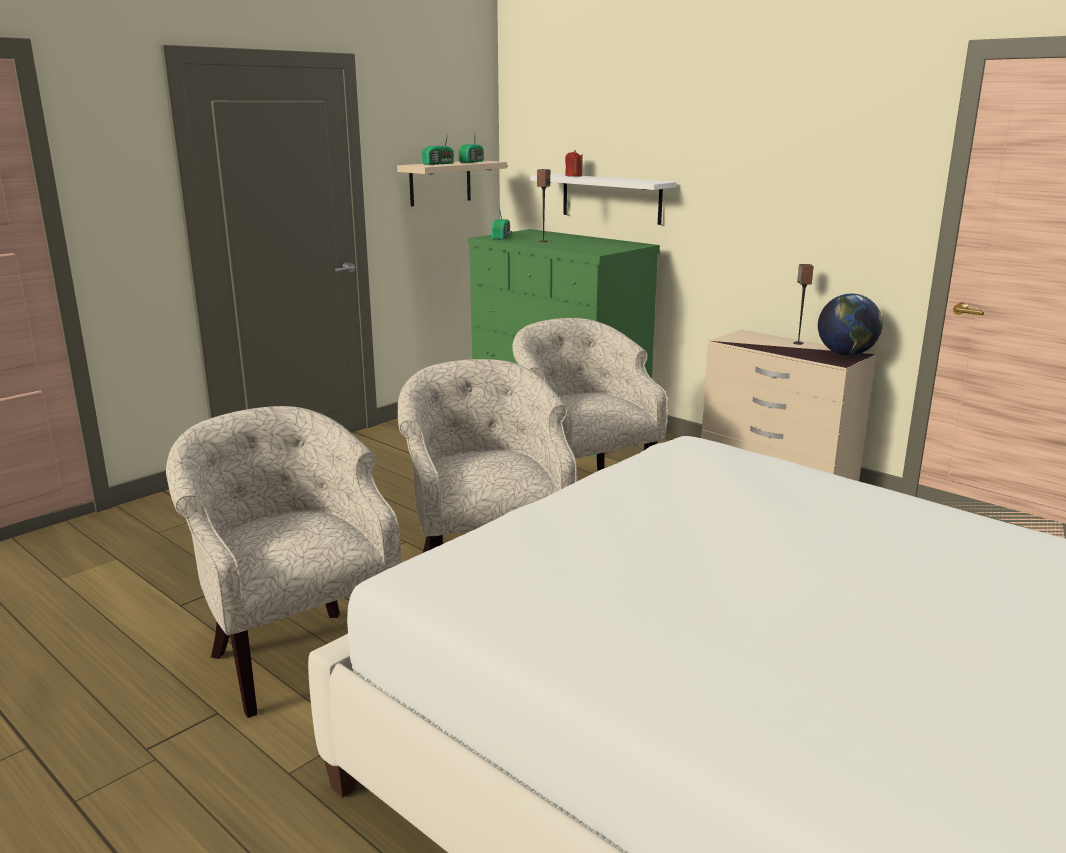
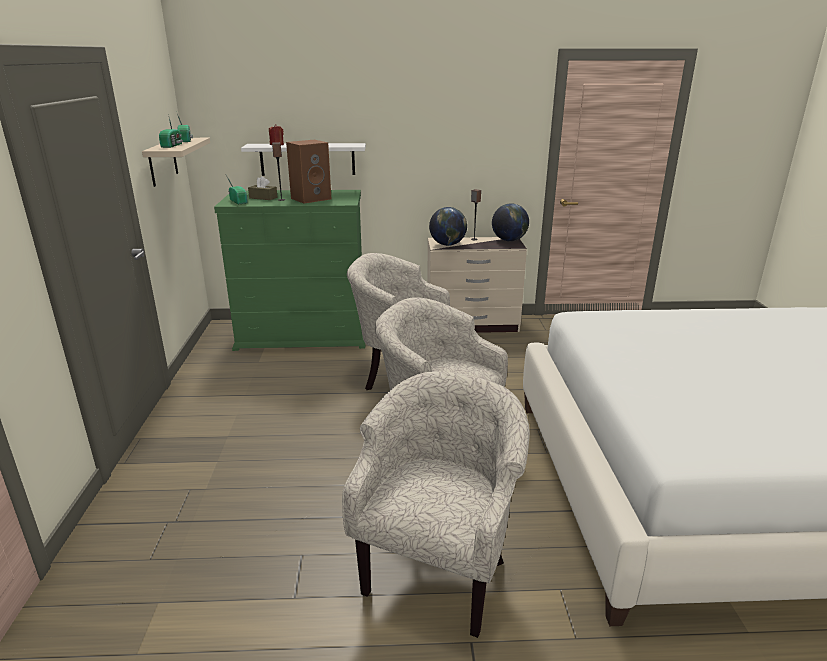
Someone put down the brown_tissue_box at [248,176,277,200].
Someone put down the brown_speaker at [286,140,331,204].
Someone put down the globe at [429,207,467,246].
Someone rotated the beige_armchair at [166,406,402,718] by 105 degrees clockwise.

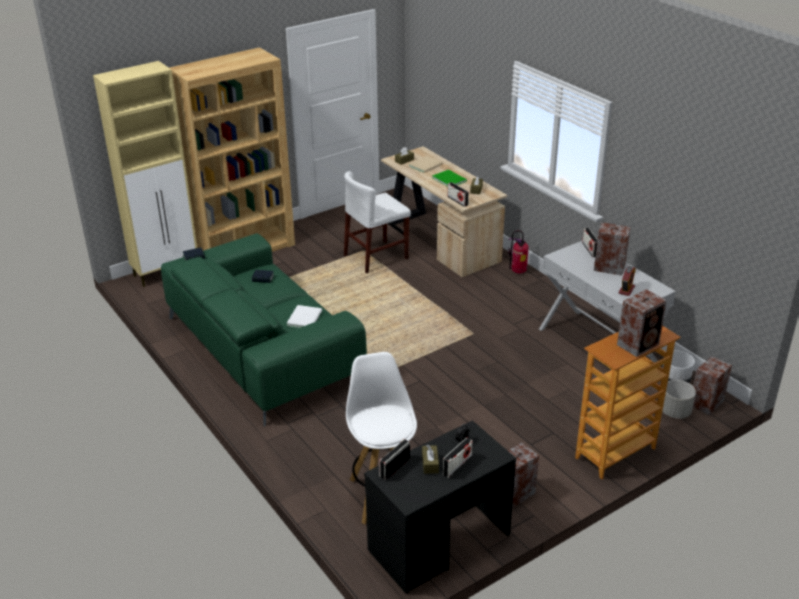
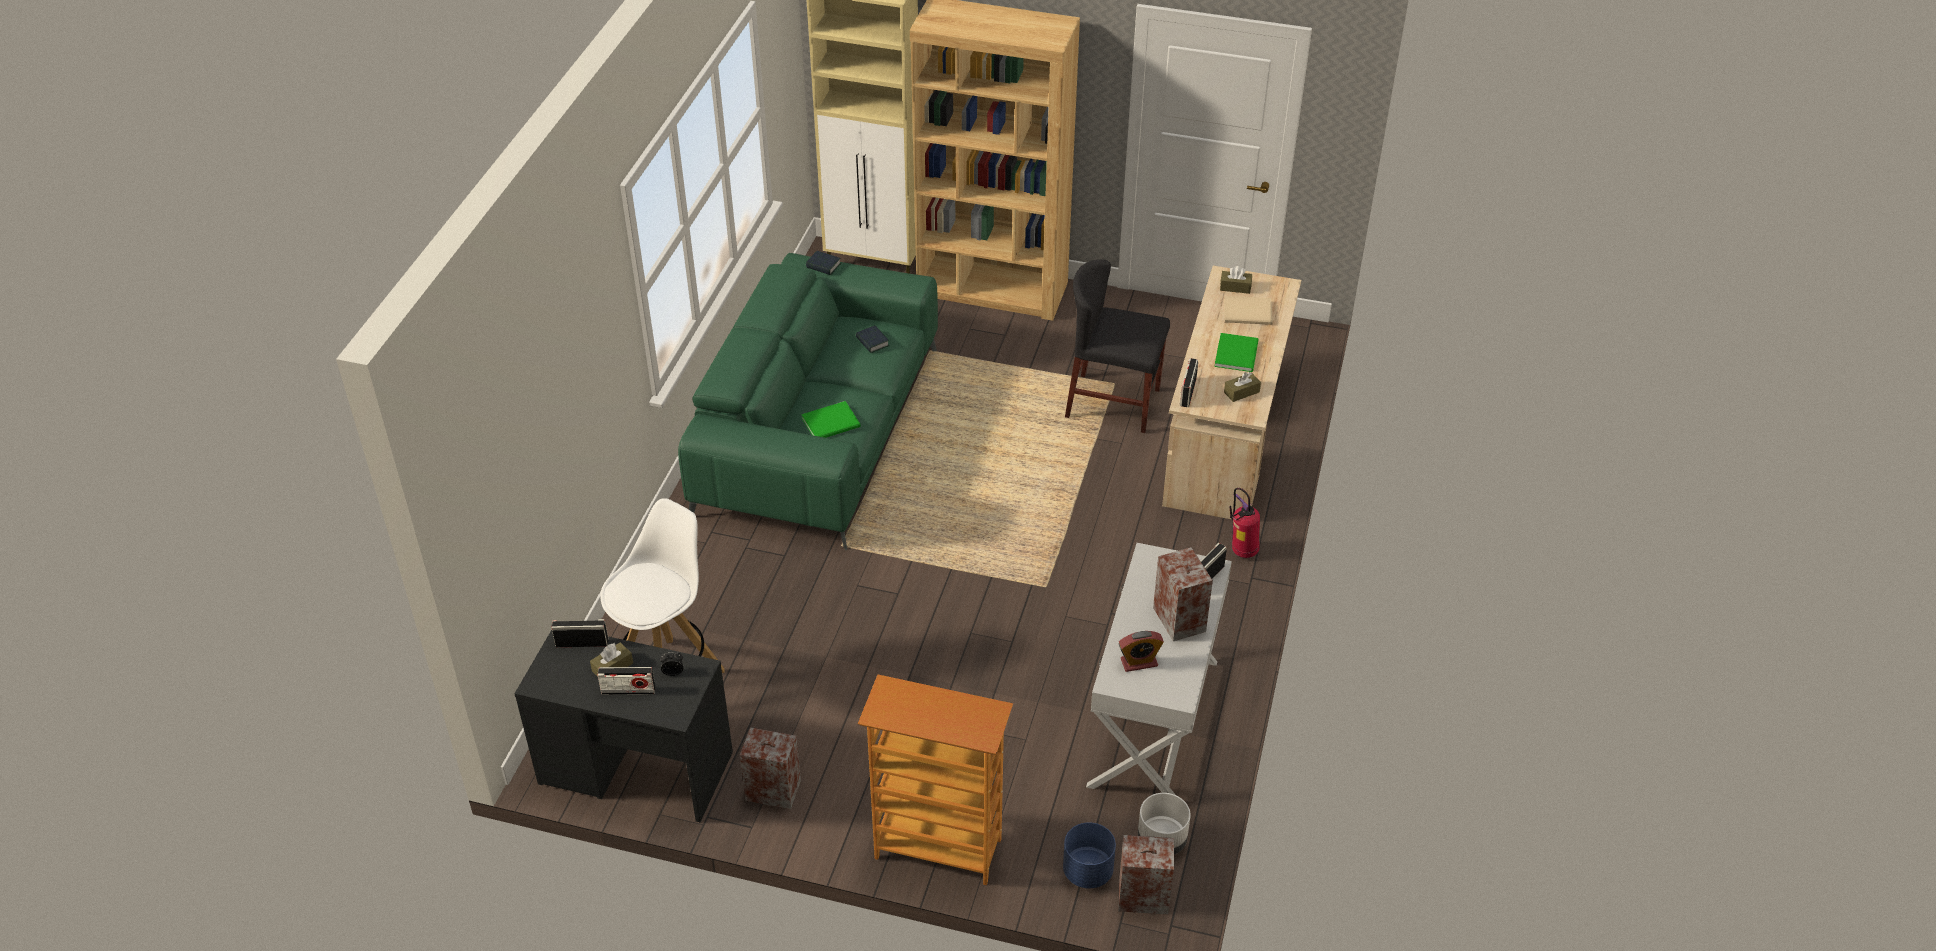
Someone took away the speaker at [617,289,667,357].
Someone repainted the white_book at [287,305,322,328], which became the green_book at [801,401,861,438].
Someone repainted the white_chair at [344,171,411,273], which became the black_chair at [1065,259,1170,433].
Someone repainted the grey_planter at [662,380,696,419], which became the blue_planter at [1063,822,1116,889].

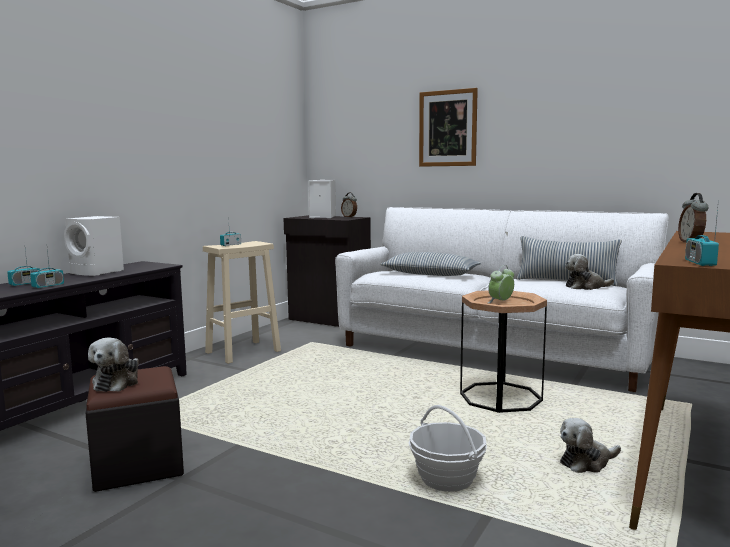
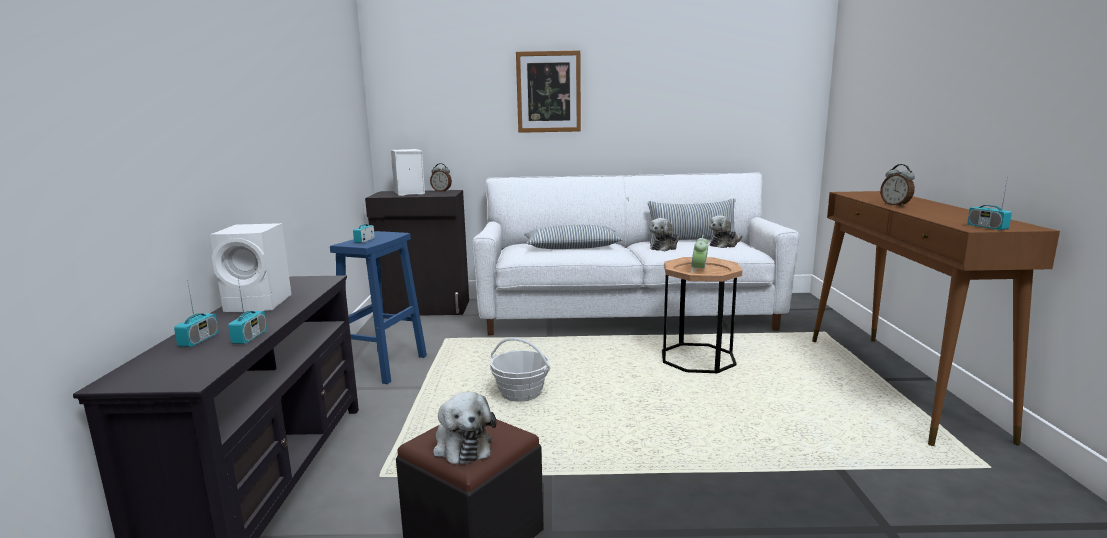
Someone carried the basket from [408,405,487,492] to [490,338,550,402].
Someone carried the plush_toy from [560,418,621,473] to [649,218,679,251].
Someone repainted the beige_stool at [203,241,281,364], which became the blue_stool at [330,231,427,384].

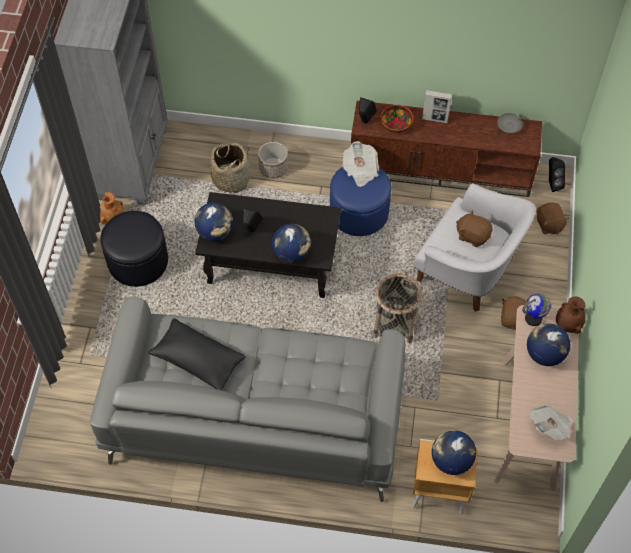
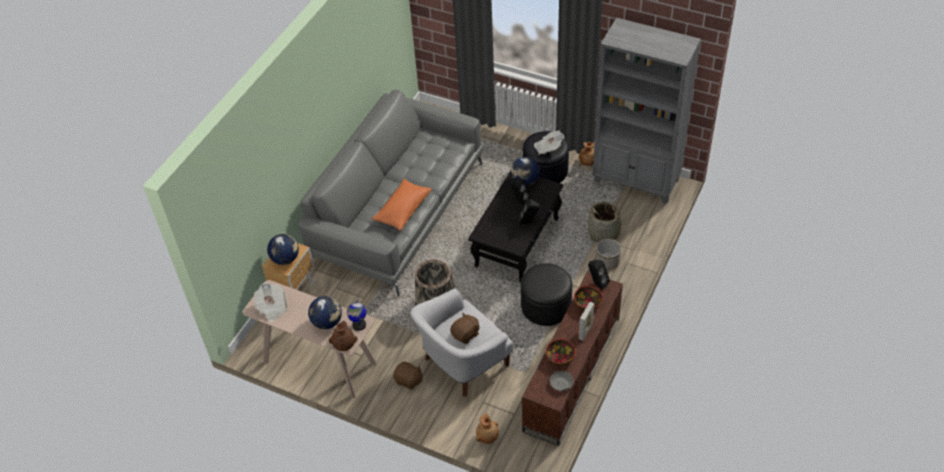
Someone took away the black_pillow at [148,318,246,390].
Someone took away the globe at [272,223,311,263].
Someone put down the orange_pillow at [372,179,432,231].
Someone put down the bowl at [546,339,576,365].
Someone carried the newspaper from [342,141,379,187] to [534,130,564,155].
Someone carried the black_speaker from [549,157,565,192] to [519,199,540,225].
Someone swapped the brown_plush_toy at [537,202,569,234] for the brown_vase at [476,414,499,444].
Someone repainted the blue_ottoman at [330,167,391,236], which became the black_ottoman at [521,263,572,326].

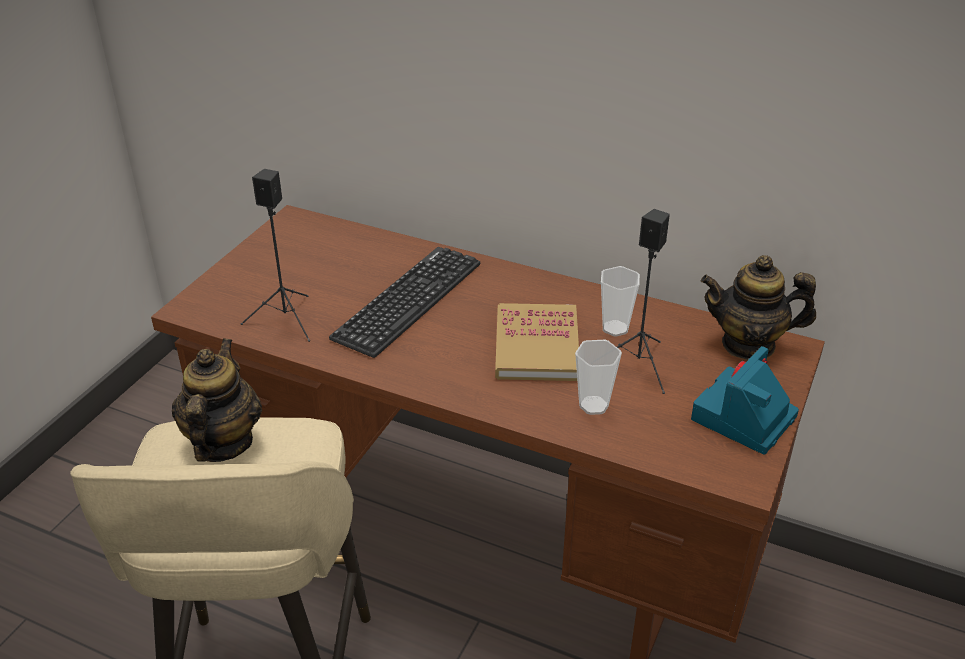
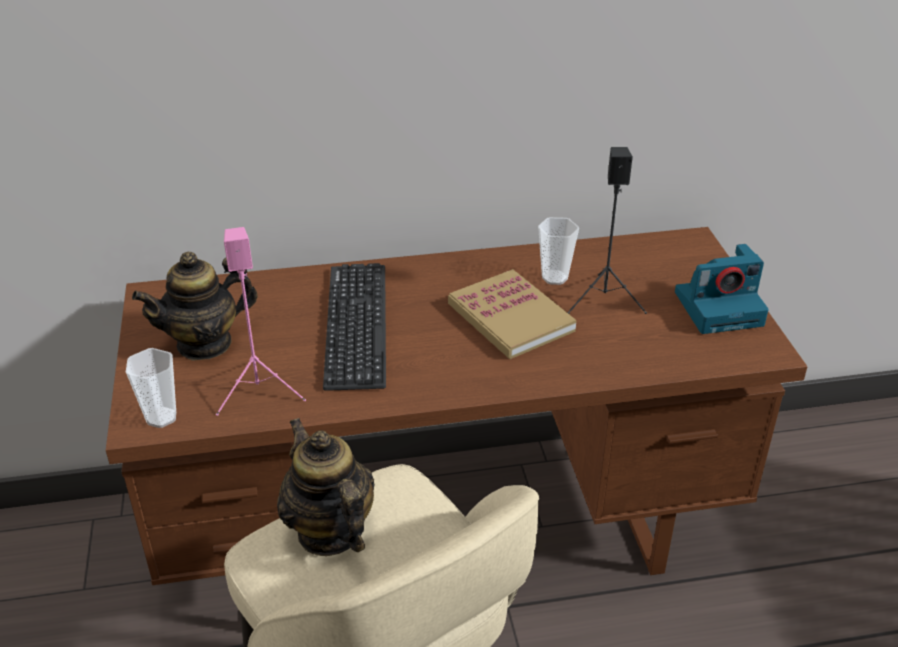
Someone carried the cup from [575,340,622,415] to [126,348,176,428].
Someone carried the teapot from [701,255,816,360] to [132,252,258,360].
Someone repainted the black_speaker at [241,169,310,342], which became the pink_speaker at [216,227,306,416].
Someone rotated the photo_camera at [691,346,799,454] by 105 degrees counterclockwise.

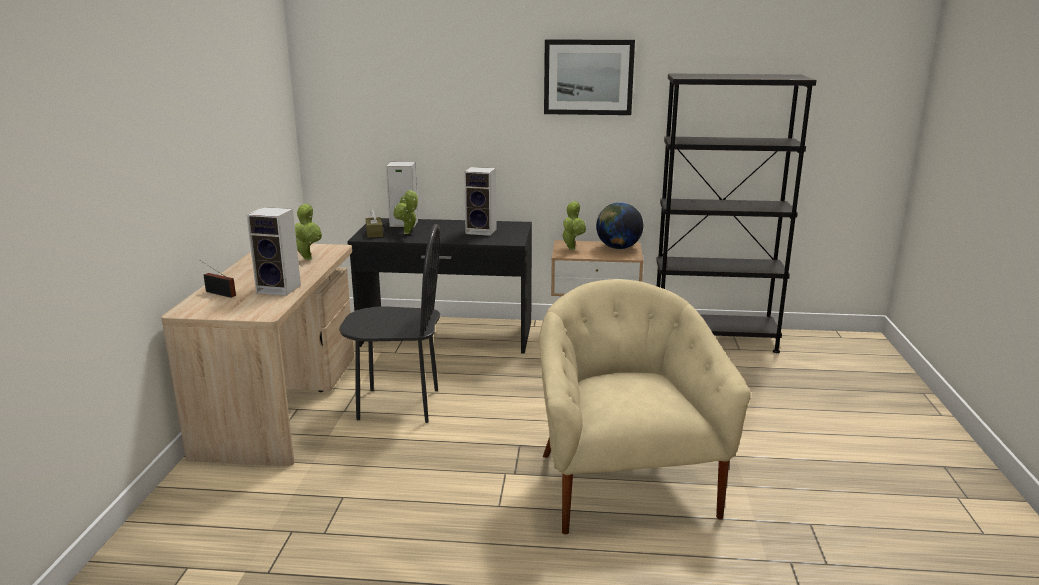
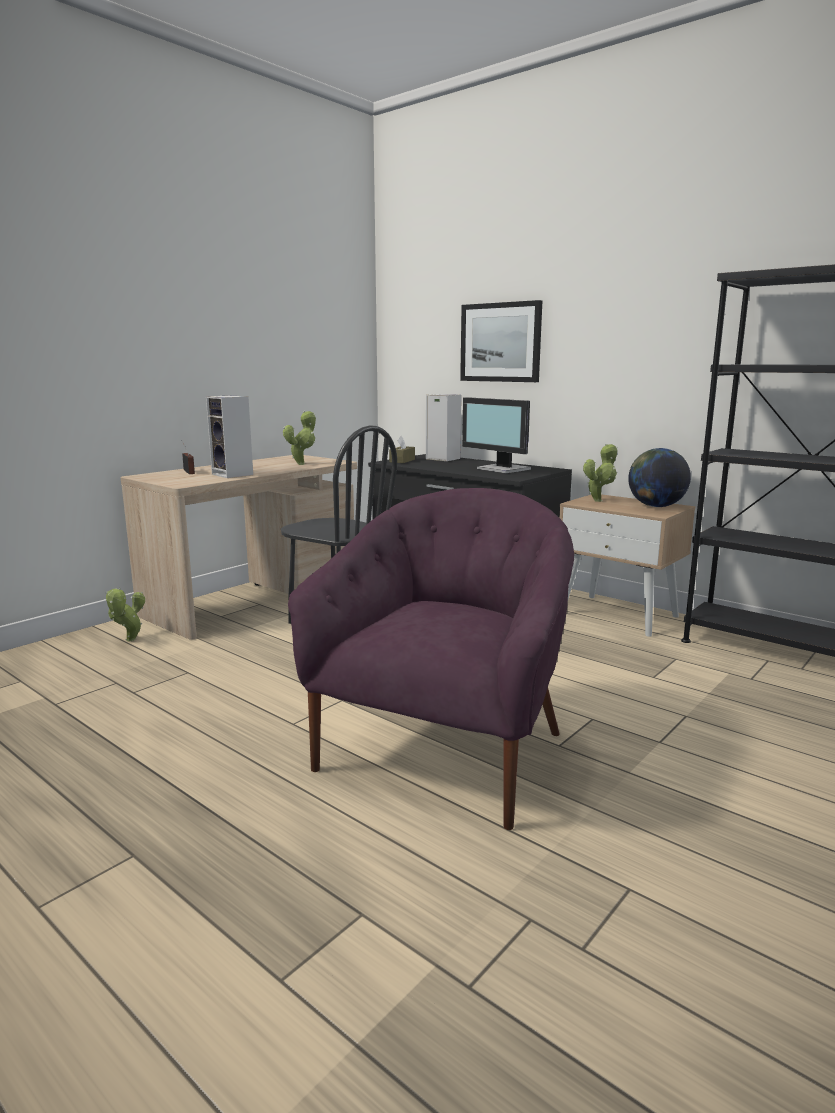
Someone carried the potted_plant from [393,189,418,234] to [106,588,145,642].
Someone carried the picture from [544,39,635,115] to [460,300,542,382].
Someone swapped the speaker at [464,167,497,236] for the monitor at [462,397,531,473].
Someone repainted the beige_armchair at [539,279,750,535], which became the purple_armchair at [288,488,574,830].

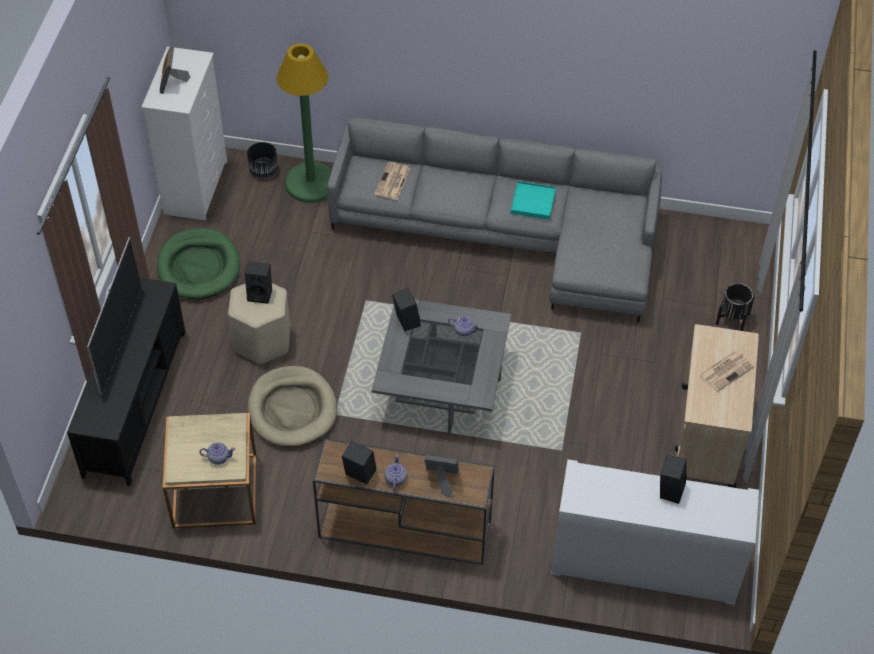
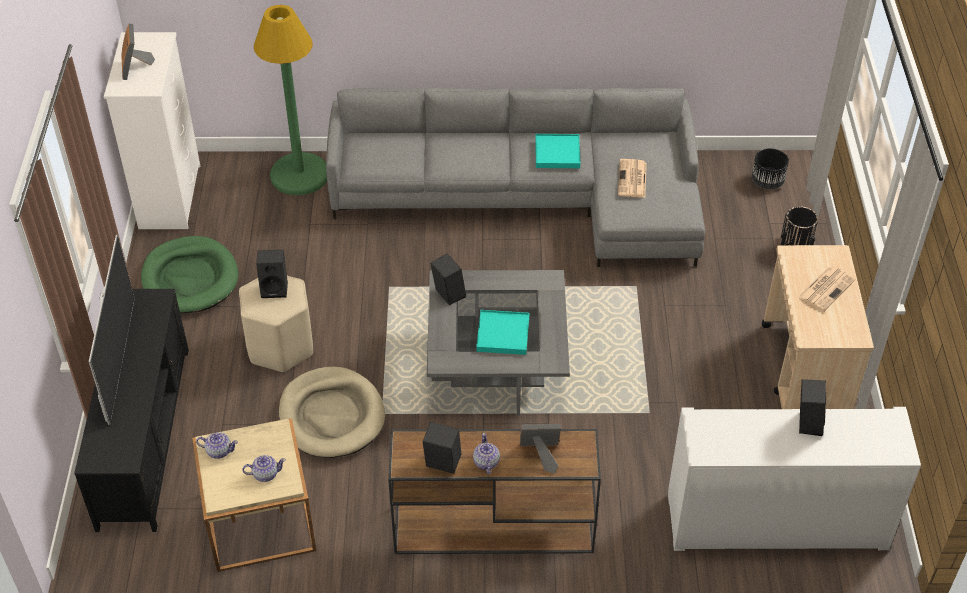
Someone put down the turquoise_tray at [476,310,529,355].
Someone carried the black_planter from [247,142,278,178] to [752,148,789,189].
Someone carried the newspaper from [374,162,410,200] to [618,159,647,198].
Someone carried the teapot from [448,316,480,336] to [196,432,238,459].

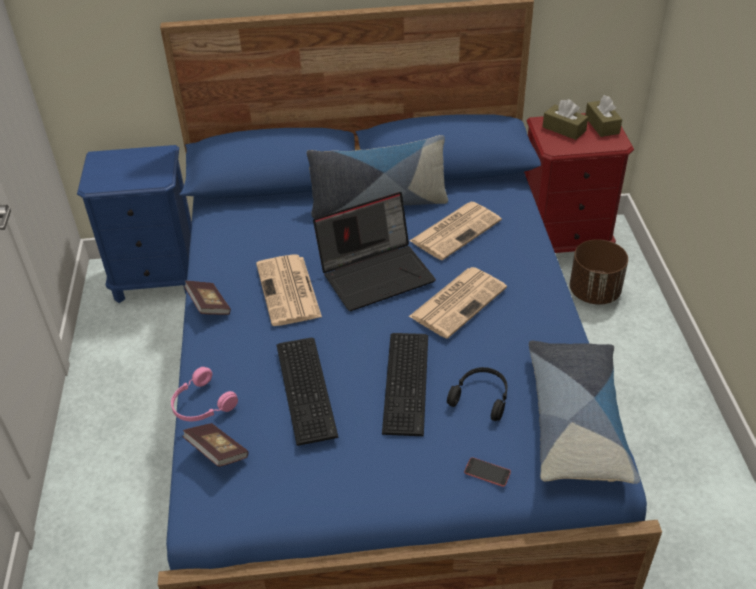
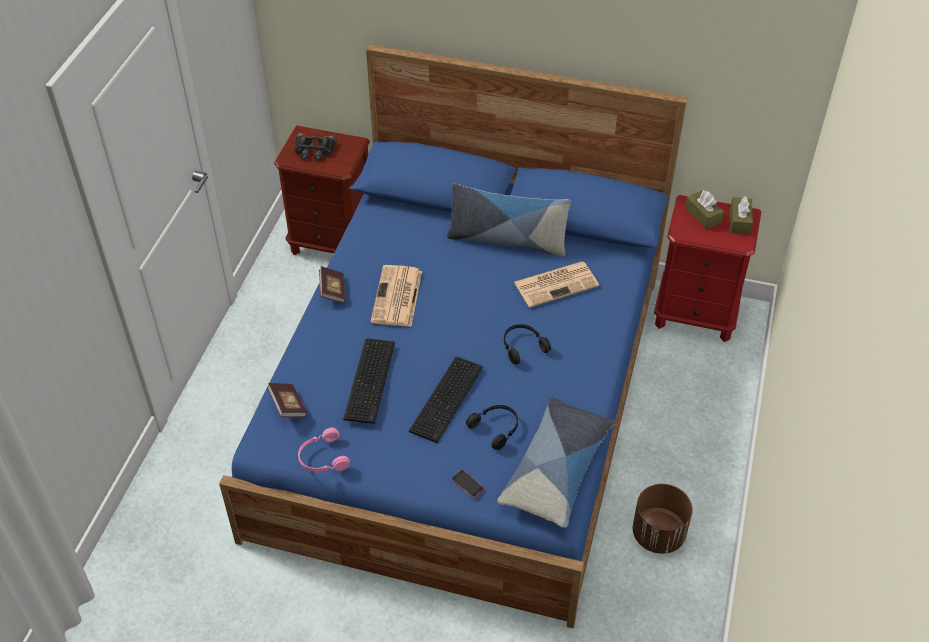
Someone took away the laptop at [313,192,436,311].
Someone put down the black_binoculars at [294,133,337,161].
Someone carried the pink_headphones from [171,367,238,421] to [298,427,350,472].
Someone carried the brown_planter from [570,239,628,305] to [633,484,693,554].
Someone swapped the newspaper at [408,267,507,339] for the black_headphones at [504,324,551,364].
Someone repainted the blue_nightstand at [77,145,192,303], which became the brown_nightstand at [274,126,370,255].

